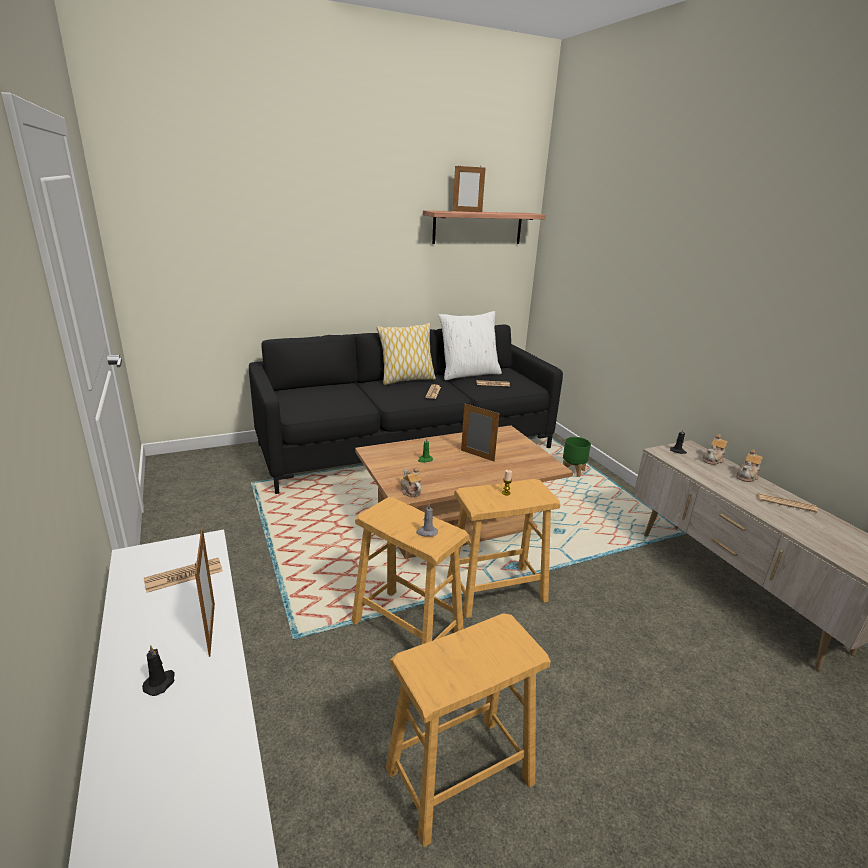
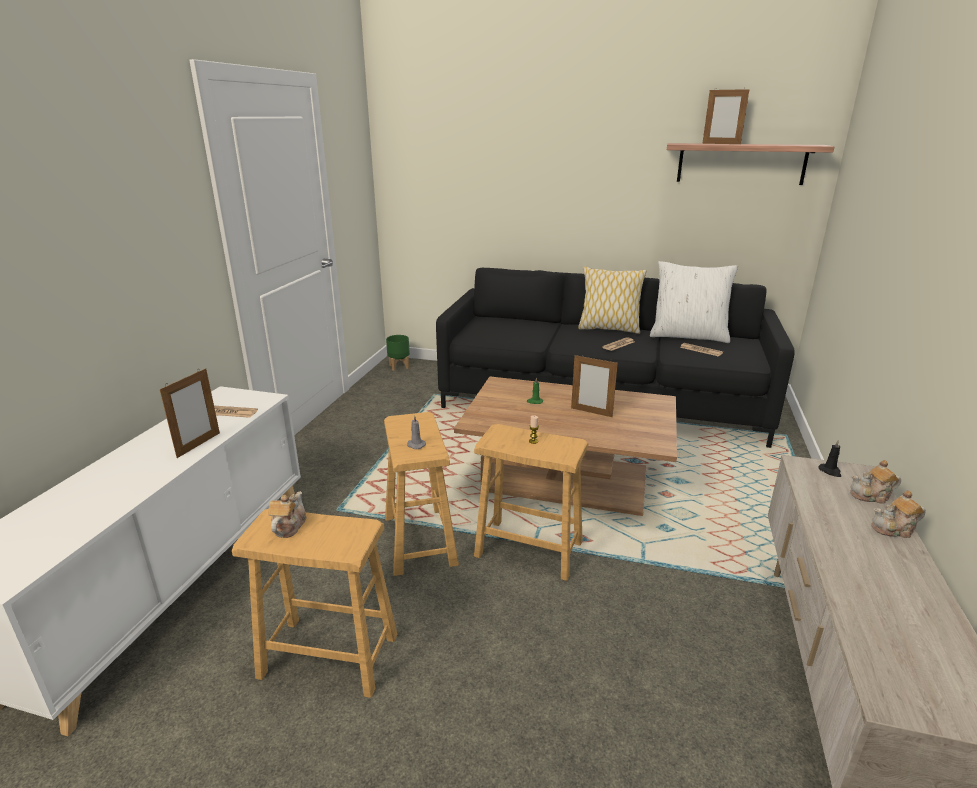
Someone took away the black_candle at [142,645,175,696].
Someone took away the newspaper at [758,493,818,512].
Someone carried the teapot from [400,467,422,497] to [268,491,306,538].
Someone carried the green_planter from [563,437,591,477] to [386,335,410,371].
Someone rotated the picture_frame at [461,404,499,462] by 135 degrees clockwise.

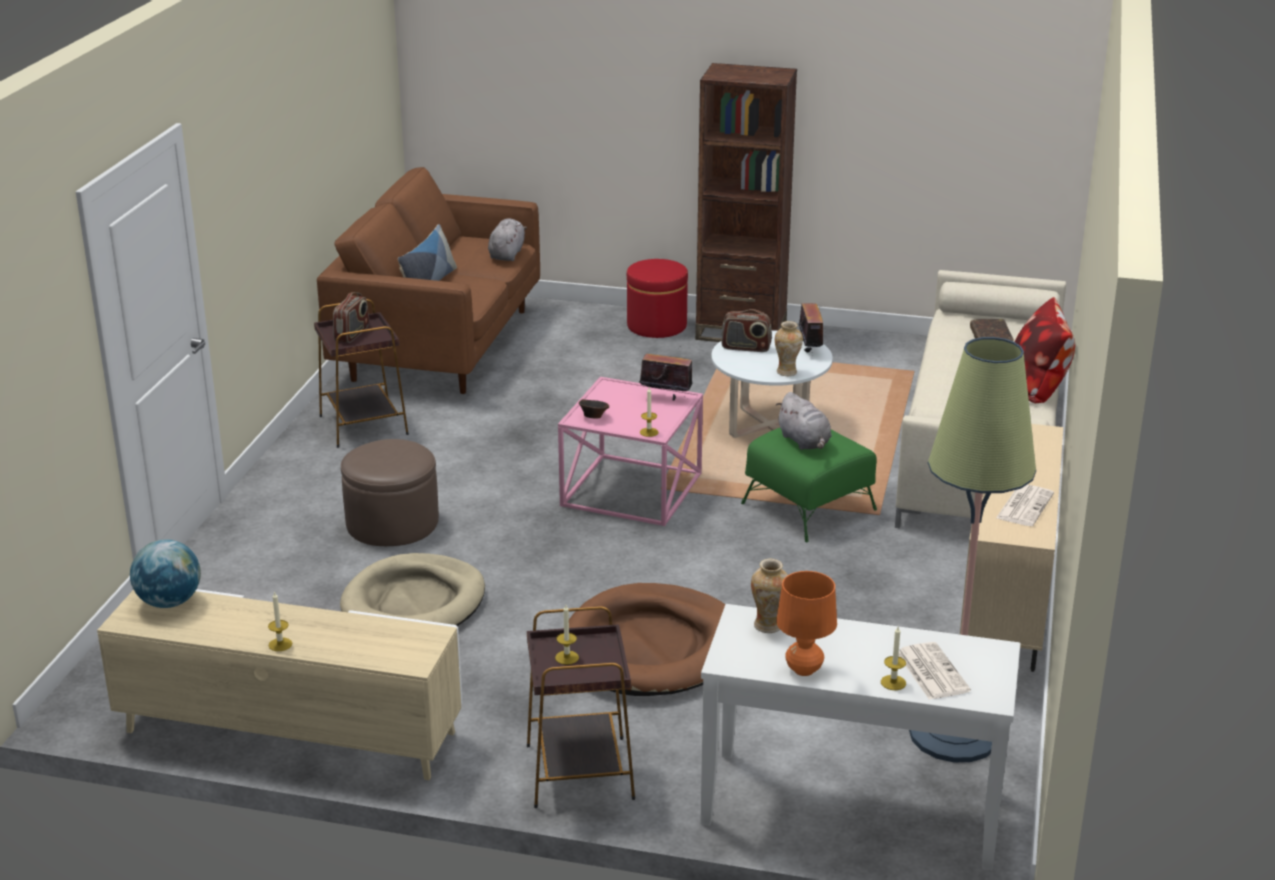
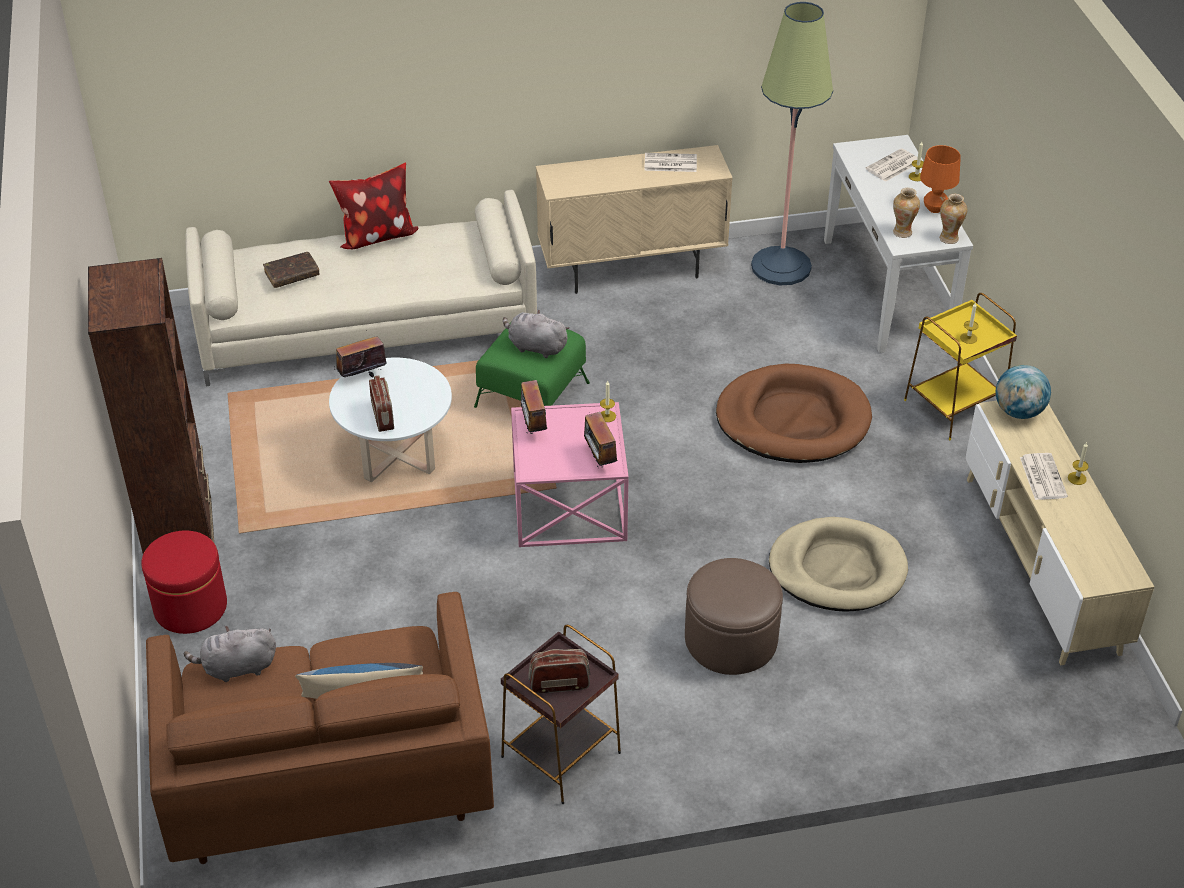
Someone put down the newspaper at [1020,453,1068,500].
Someone carried the globe from [130,539,201,608] to [996,365,1051,419].
Someone carried the vase from [775,321,803,376] to [939,194,967,244].
Someone swapped the brown_bowl at [579,399,609,419] for the radio at [584,412,617,468].
Someone repainted the brown_side_table at [527,606,635,808], which became the yellow_side_table at [904,293,1017,440].
Someone rotated the grey_plush_toy at [776,392,832,450] by 105 degrees counterclockwise.

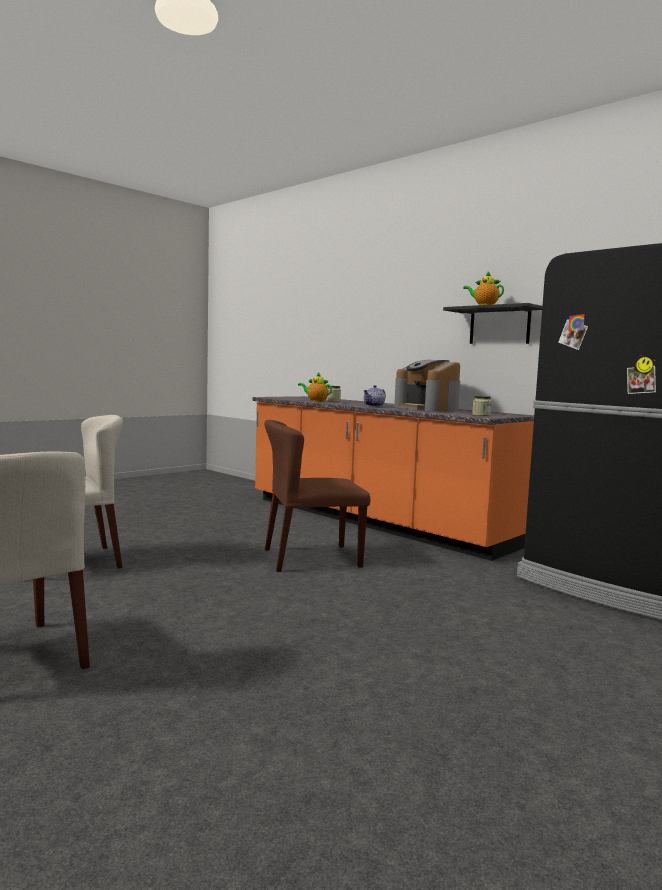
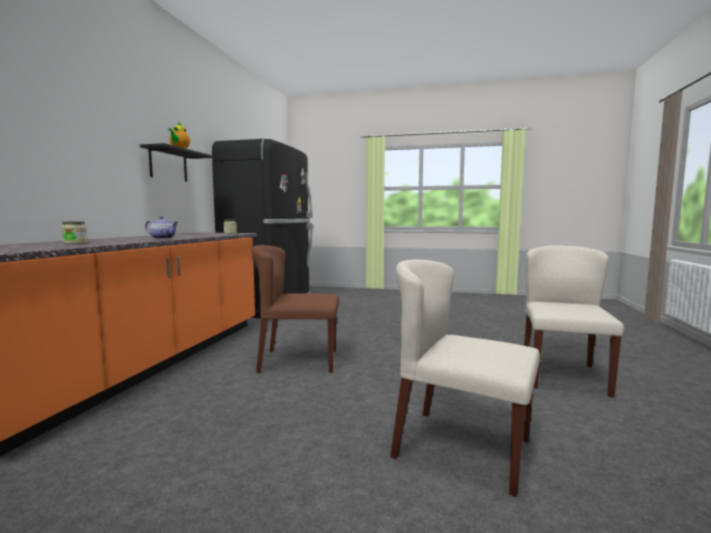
Someone took away the teapot at [298,372,332,402].
Someone took away the coffee_machine at [394,360,460,412].
Someone rotated the brown_chair at [264,420,370,572] by 135 degrees clockwise.

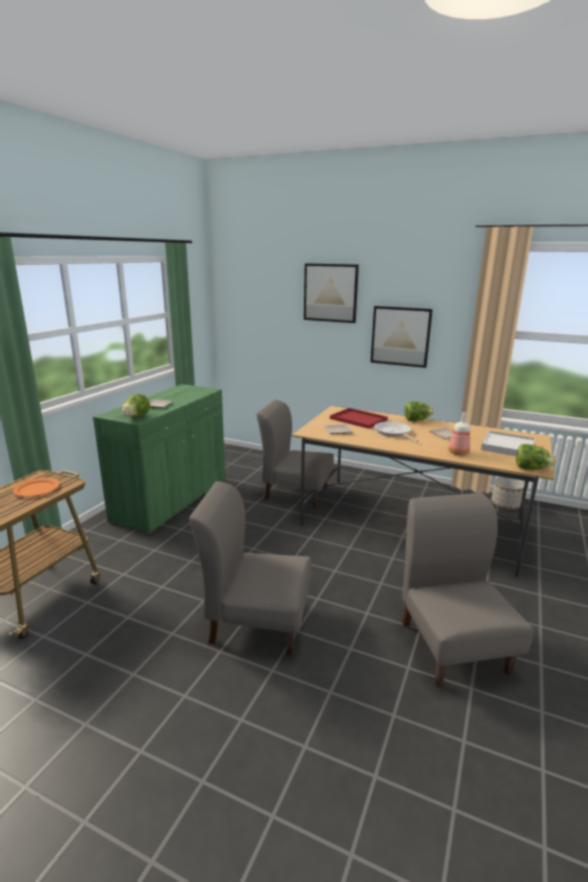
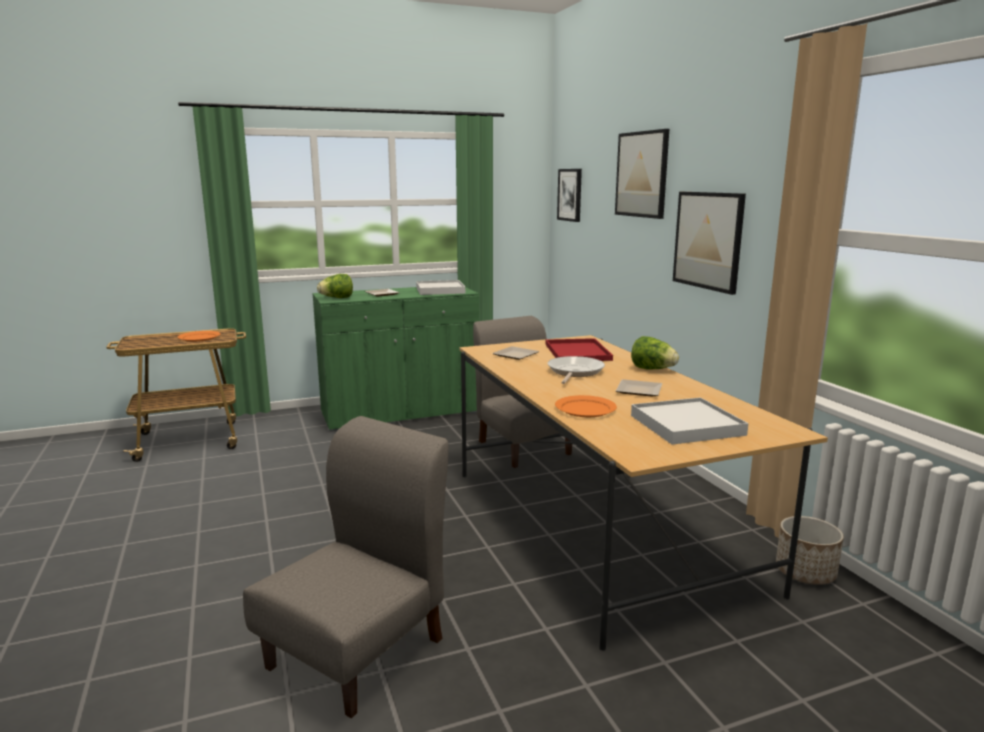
Someone took away the grey_chair at [189,481,311,655].
Someone took away the lettuce at [516,444,556,470].
Someone put down the white_tray at [416,280,465,295].
Someone put up the picture at [557,169,582,222].
Someone swapped the bottle at [448,412,470,455] for the orange_plate at [555,395,617,417].

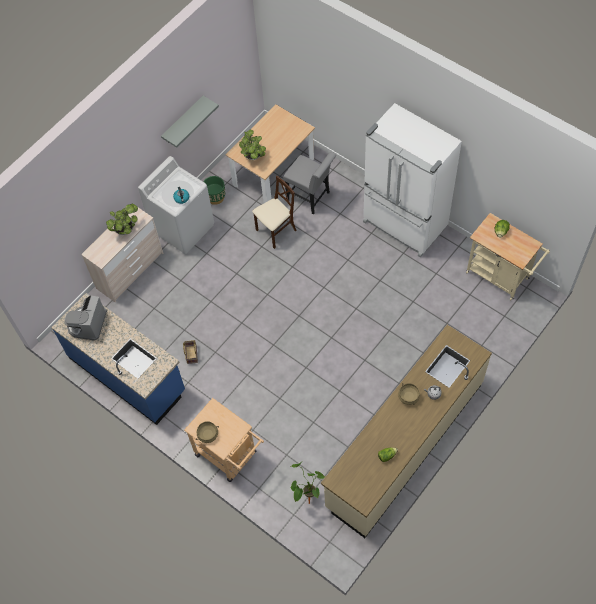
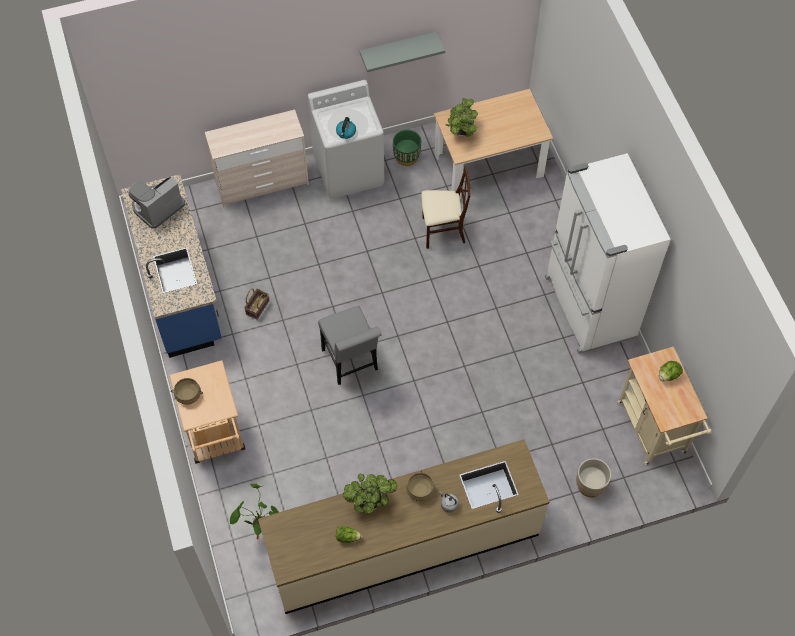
Someone put down the beige_planter at [576,458,611,497].
Someone carried the potted_plant from [106,204,138,235] to [343,473,397,514].
Someone carried the grey_chair from [283,152,336,214] to [318,306,382,385].

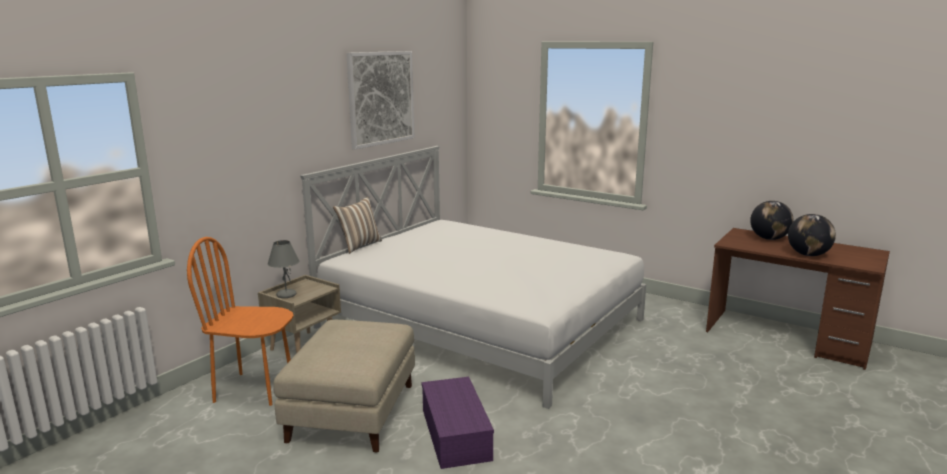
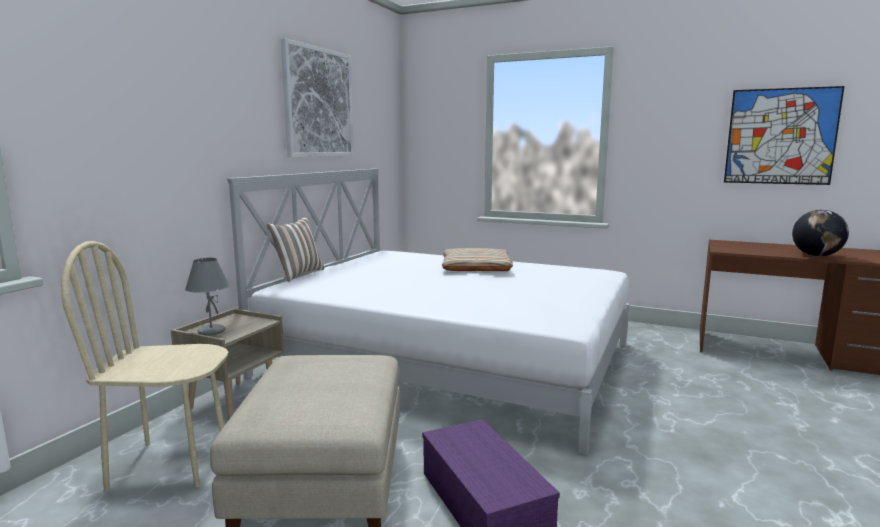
Someone took away the globe at [750,201,794,240].
Someone put down the beige_pillow at [442,248,513,271].
Someone put up the picture at [724,86,844,185].
Someone repainted the orange_chair at [187,237,293,406], which became the beige_chair at [61,241,228,492].

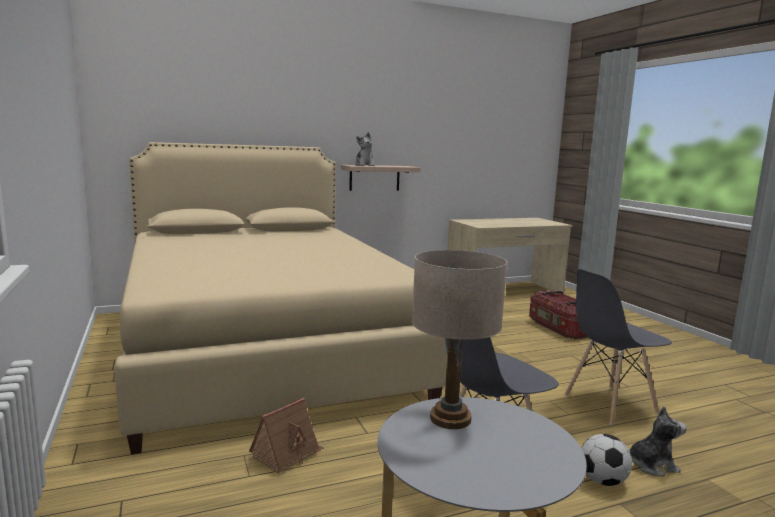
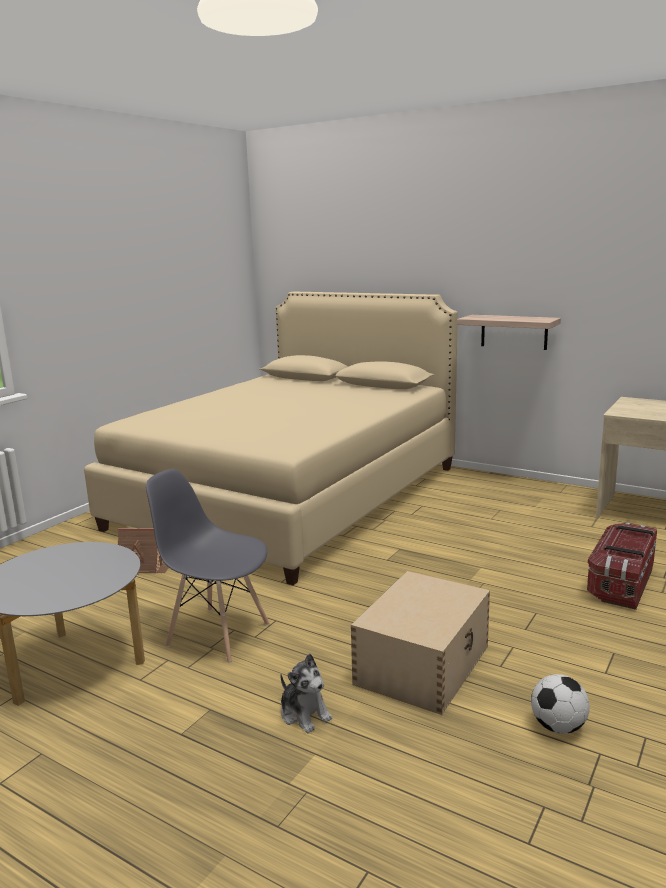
Someone took away the plush_toy at [355,132,375,166].
Someone took away the beige_table_lamp at [412,250,507,429].
Someone carried the football from [581,434,632,486] to [531,674,590,734].
Someone swapped the grey_chair at [564,269,672,425] for the beige_storage_box at [351,571,490,715].

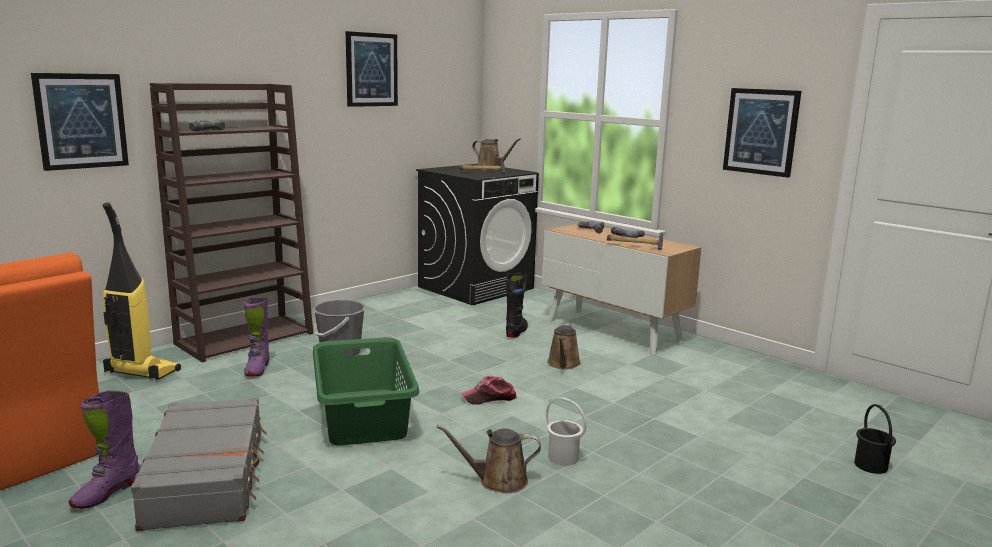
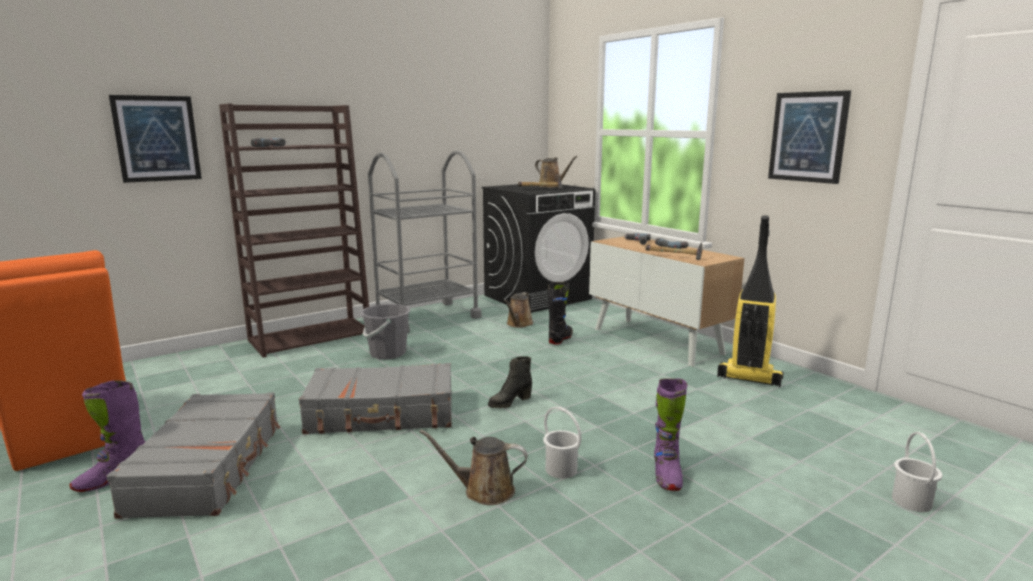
Someone took away the picture at [345,31,398,107].
Someone put down the grey_cart at [368,150,482,333].
Someone carried the vacuum_cleaner from [102,203,181,380] to [717,215,784,387].
Someone carried the purple_boot from [244,297,269,376] to [654,378,688,491].
Someone carried the brown_watering_can from [547,324,581,369] to [504,292,533,328].
Someone swapped the green_laundry_basket at [313,337,419,446] for the grey_suitcase at [299,363,452,434].
Someone swapped the cap at [461,376,517,405] for the black_boot at [488,357,532,408].
Someone repainted the black_bucket at [854,404,896,474], which became the white_bucket at [892,432,942,512].

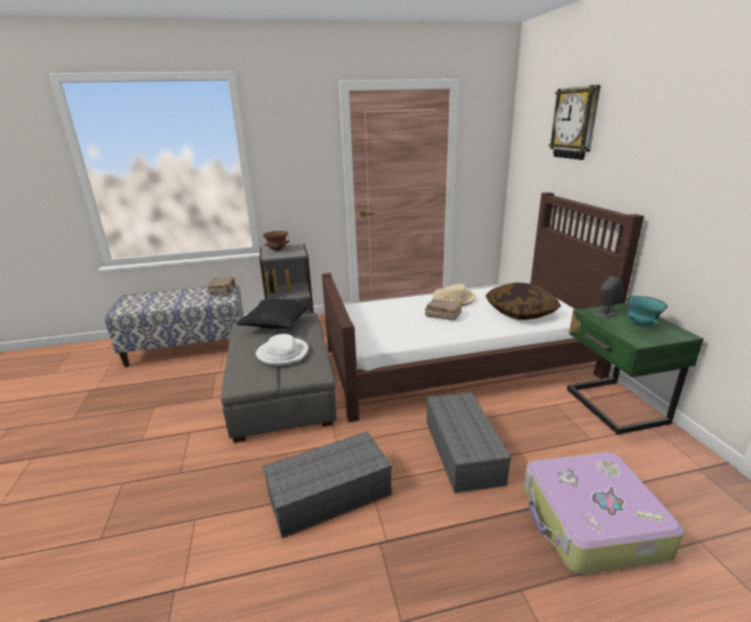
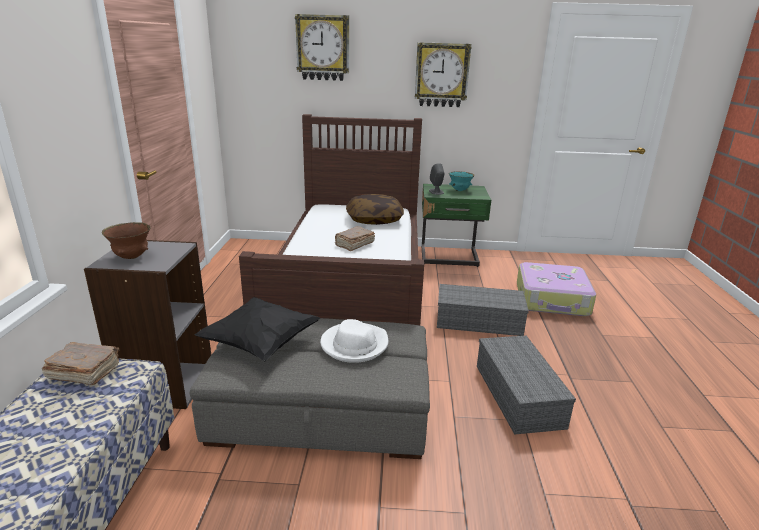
Someone took away the beige_hat at [433,284,476,306].
Someone put up the wall_clock at [415,42,472,107].

